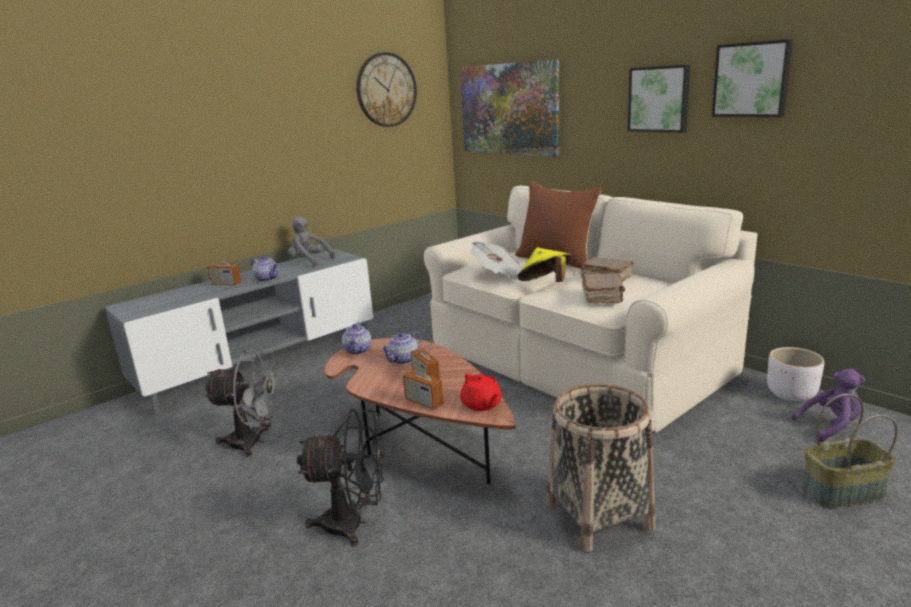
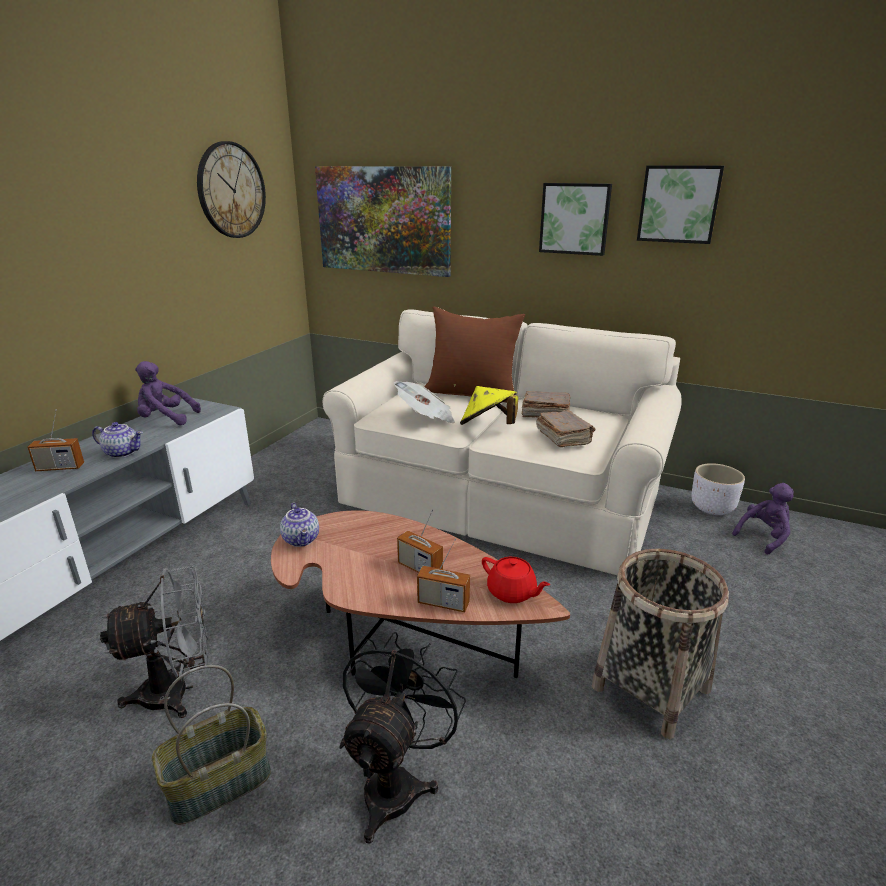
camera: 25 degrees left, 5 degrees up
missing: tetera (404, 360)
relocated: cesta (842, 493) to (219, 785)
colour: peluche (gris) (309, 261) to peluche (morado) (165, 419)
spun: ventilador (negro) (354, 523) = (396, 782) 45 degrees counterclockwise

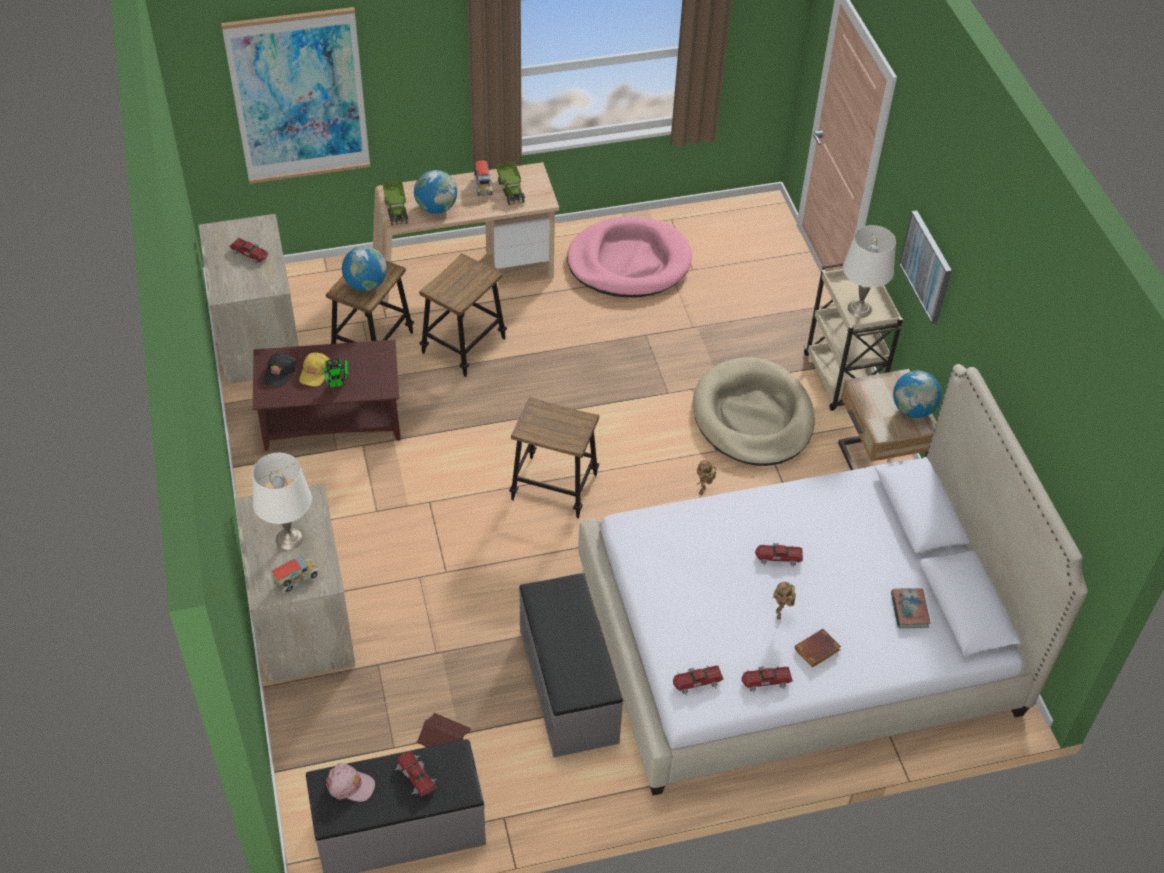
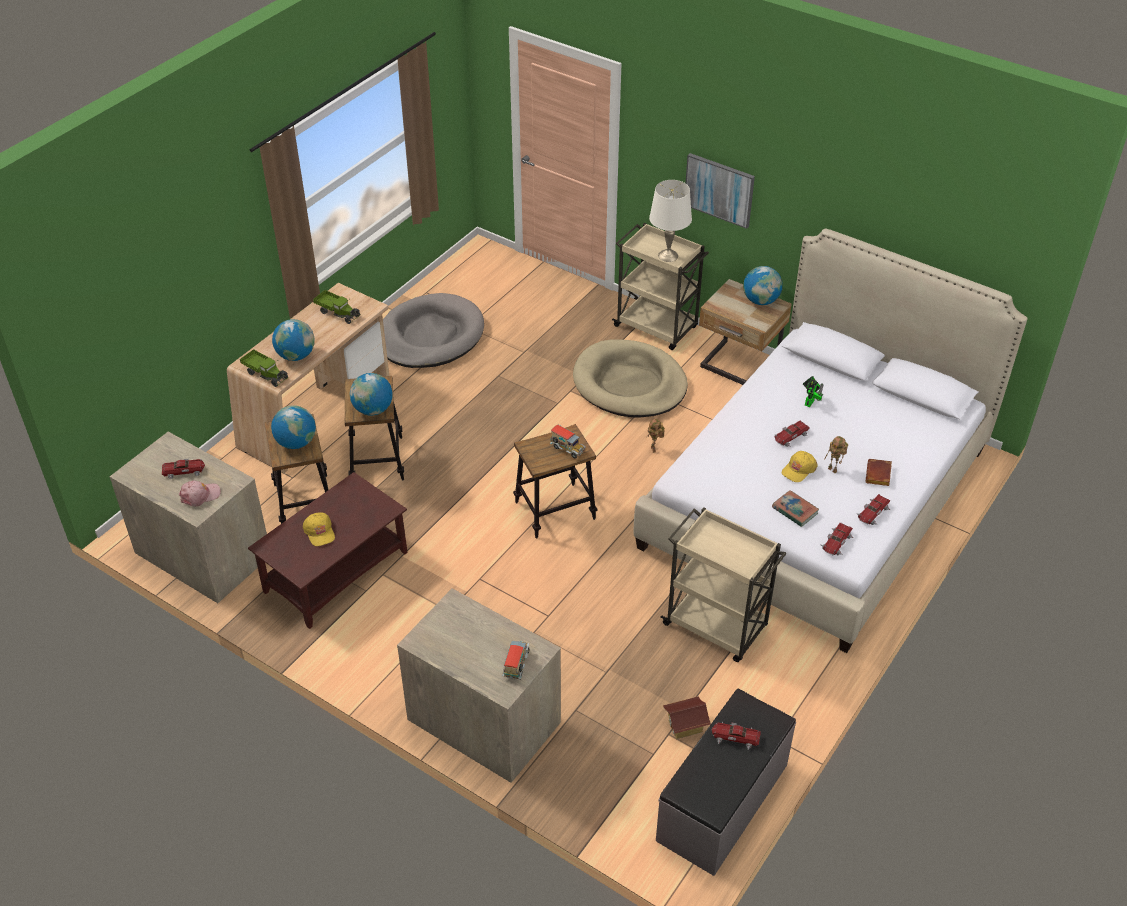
camera: 40 degrees left, 5 degrees down
missing: cuadro (299, 97); lámpara de mesa (blanco) (290, 538); gorra (negro) (279, 372)
appeared: globo terráqueo (373, 410); gorra (amarillo) (798, 469)
relocated: robot de juguete (338, 383) to (810, 401); gorra (rosa) (350, 785) to (200, 495); camión de juguete (483, 187) to (567, 449); libro (909, 610) to (794, 510)
exchanged: banco (gris) (569, 685) to carrito (beis) (717, 626)
colour: cama para perro (rosa) (629, 262) to cama para perro (gris) (430, 336)

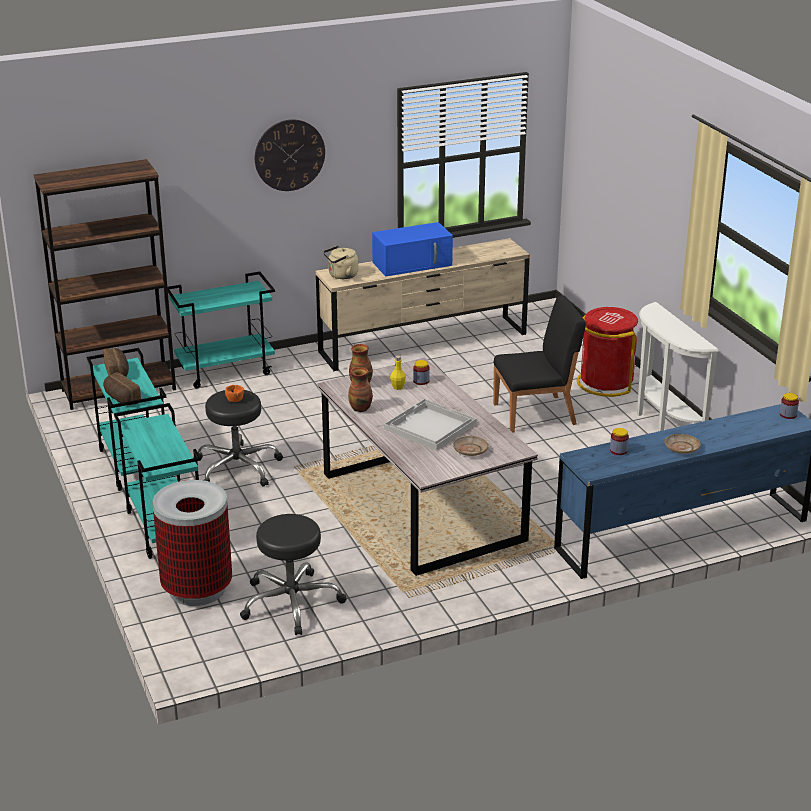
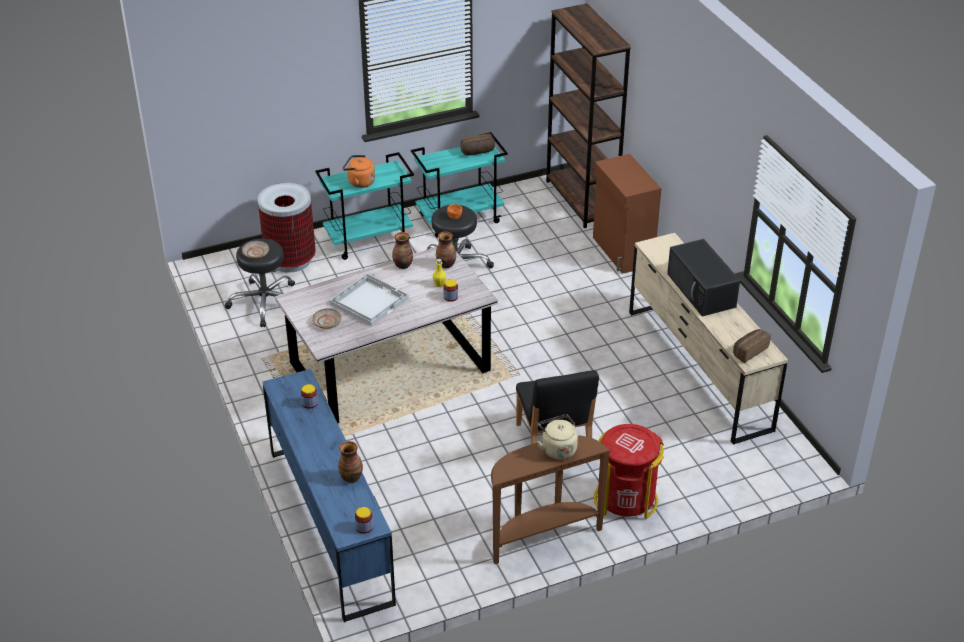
camera: 90 degrees right, 10 degrees up
missing: reloj de pared (289, 155)
appeared: florero (351, 477); hervidor (naranja) (359, 182)
relocated: pan (121, 399) to (749, 351); hervidor (beis) (341, 276) to (557, 449); plato (beis) (681, 448) to (256, 253)
exchanged: carrito (turquesa) (226, 371) to armario (marrón) (622, 252)
colour: microondas (azul) (413, 263) to microondas (negro) (702, 291); mesa consola (blanco) (662, 421) to mesa consola (marrón) (542, 536)

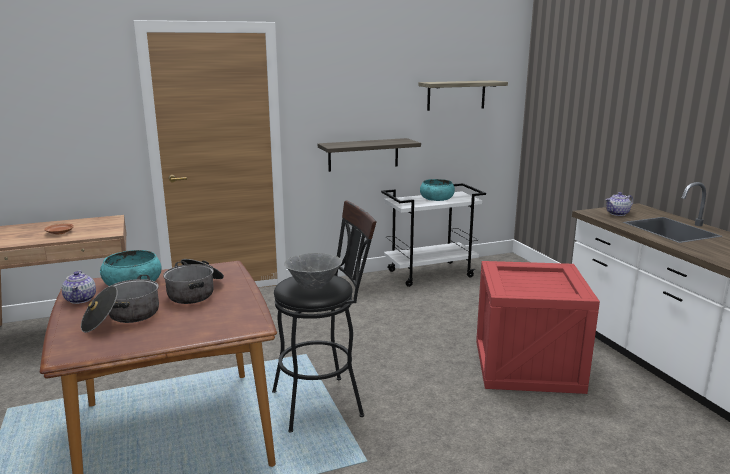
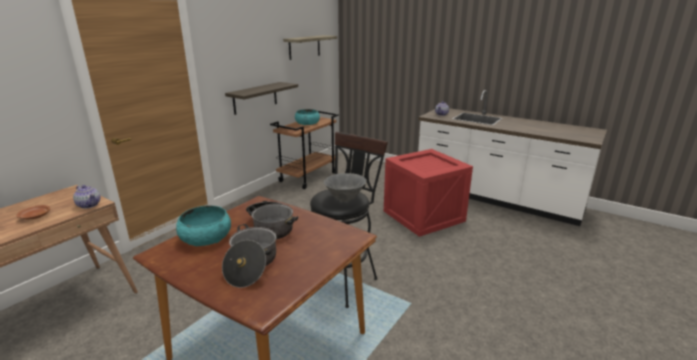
camera: 35 degrees left, 5 degrees up
relocated: tetera (81, 299) to (89, 205)
colour: carrito (blanco) (430, 273) to carrito (marrón) (308, 177)

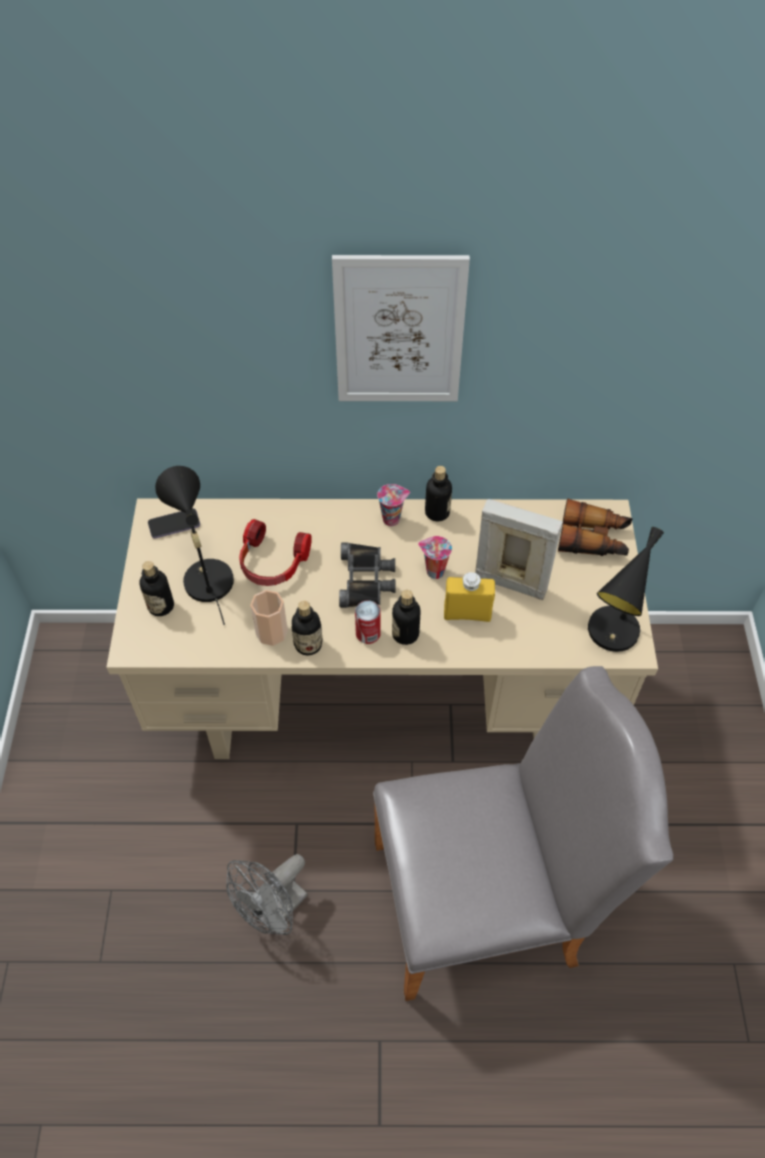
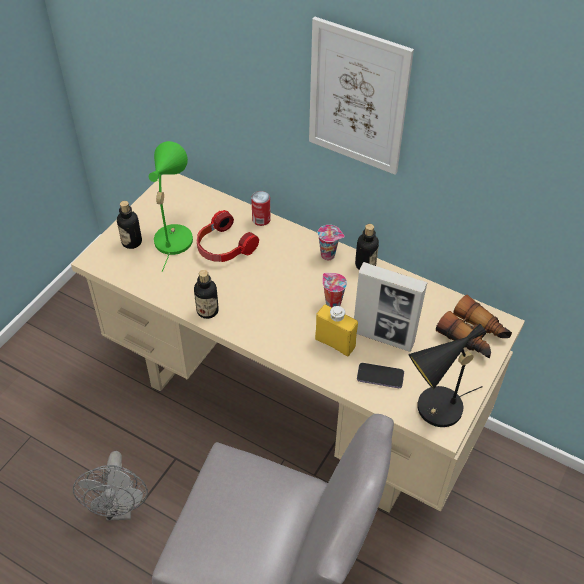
camera: 30 degrees right, 5 degrees down
missing: taza (271, 632); prismáticos (negro) (366, 579); botella (405, 634)
relocated: móvil (174, 525) to (380, 376); lata (368, 633) to (261, 219)
colour: lámpara de mesa (negro) (204, 576) to lámpara de mesa (verde) (173, 235)
spun: ventilador (gris) (274, 912) = (120, 508) 75 degrees counterclockwise; portarretratos (510, 583) = (383, 337) 150 degrees clockwise

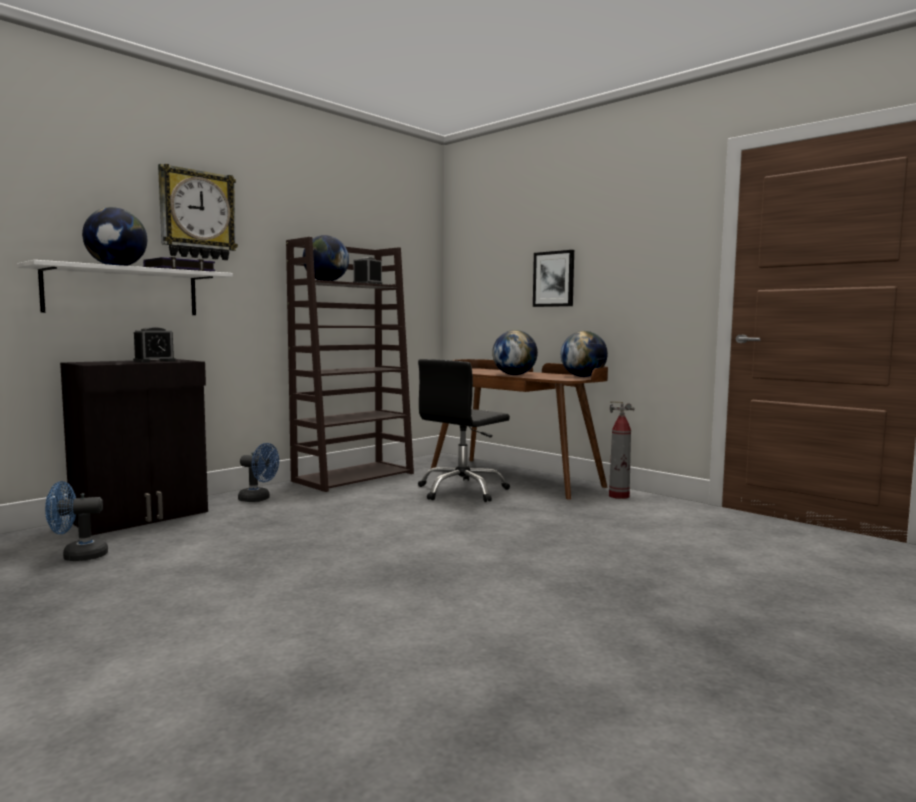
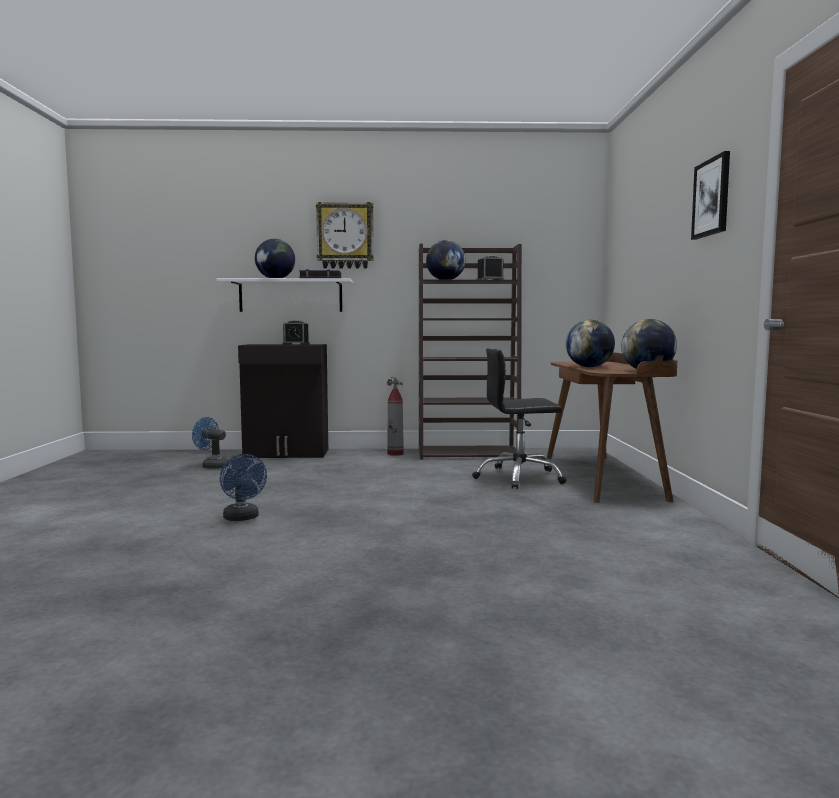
camera: 45 degrees right, 0 degrees up
relocated: ventilador (azul) (258, 499) to (242, 518); cuadro (554, 279) to (712, 197); extintor (619, 496) to (395, 454)

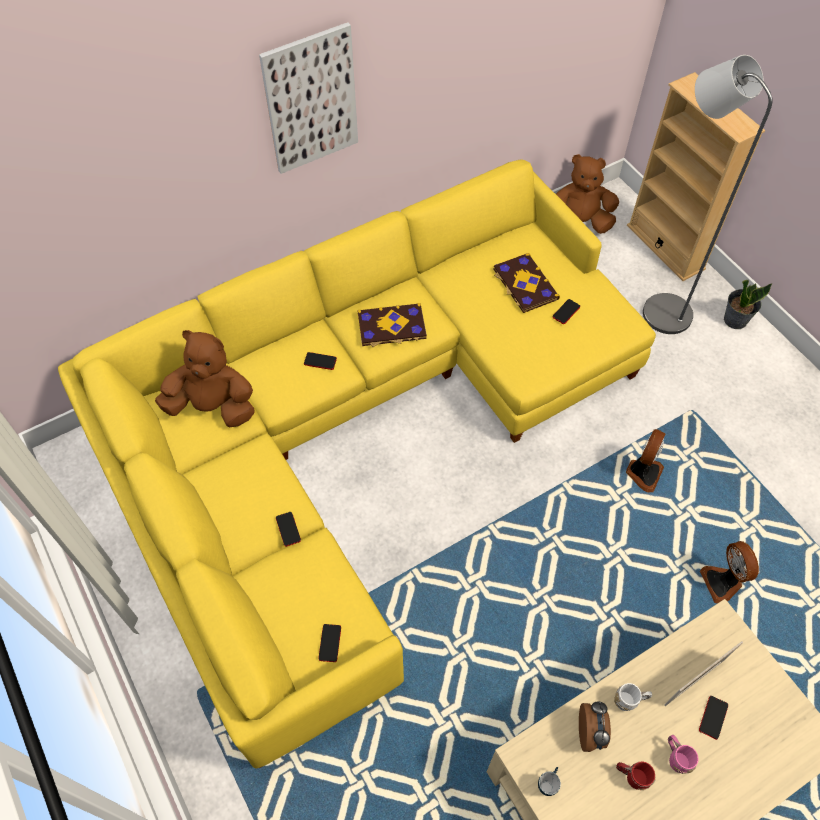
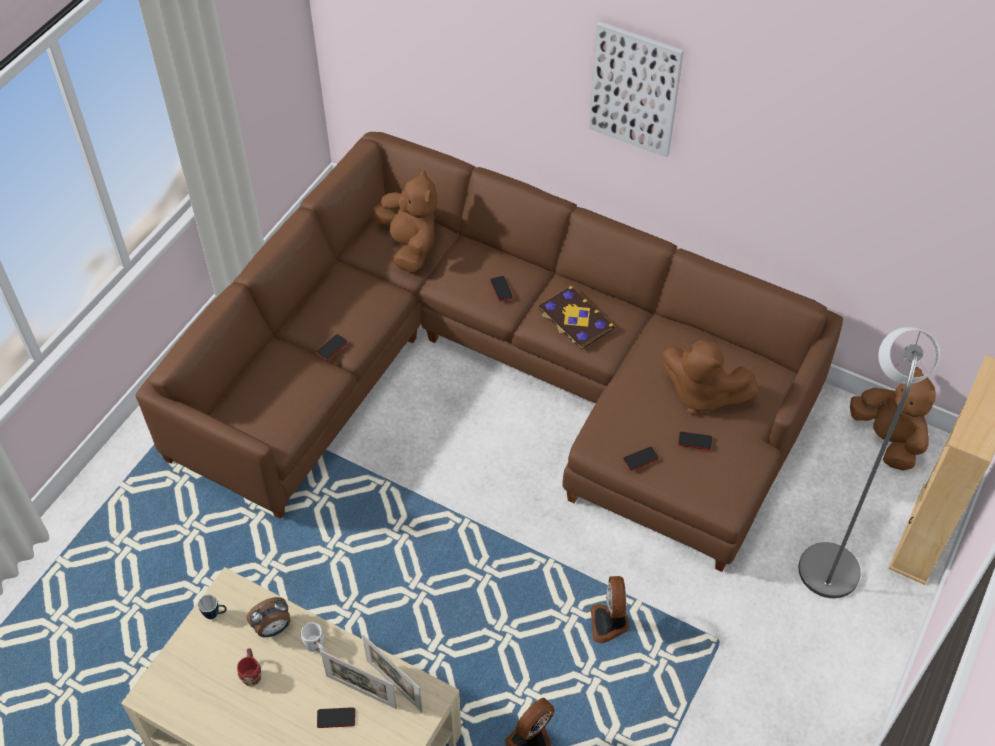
camera: 60 degrees right, 5 degrees down
missing: taza grande (rosa) (676, 757); planta en maceta (735, 320)
appeared: portarretratos (394, 685)
relocated: móvil (330, 643) to (640, 459)
exchanged: libro (524, 284) to peluche (marrón) (701, 394)
colour: sofá (amarillo) (357, 430) to sofá (marrón) (496, 376)
spun: ventilador (643, 473) = (610, 623) 90 degrees clockwise

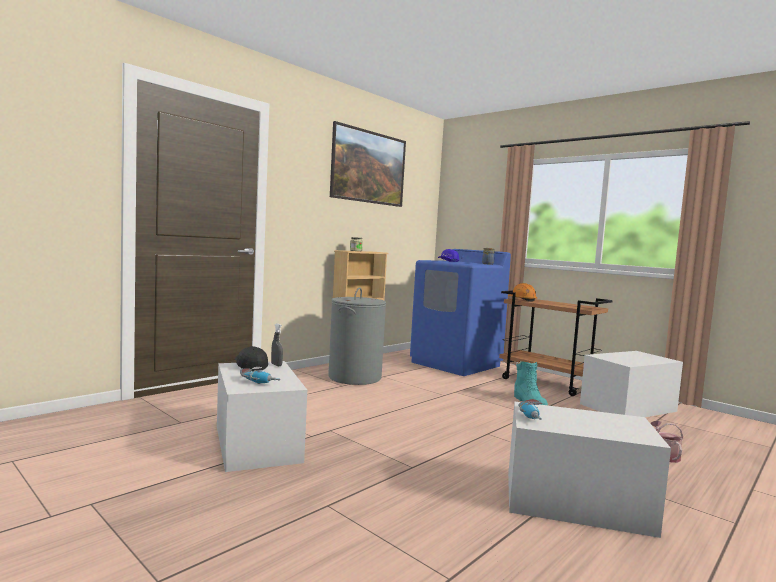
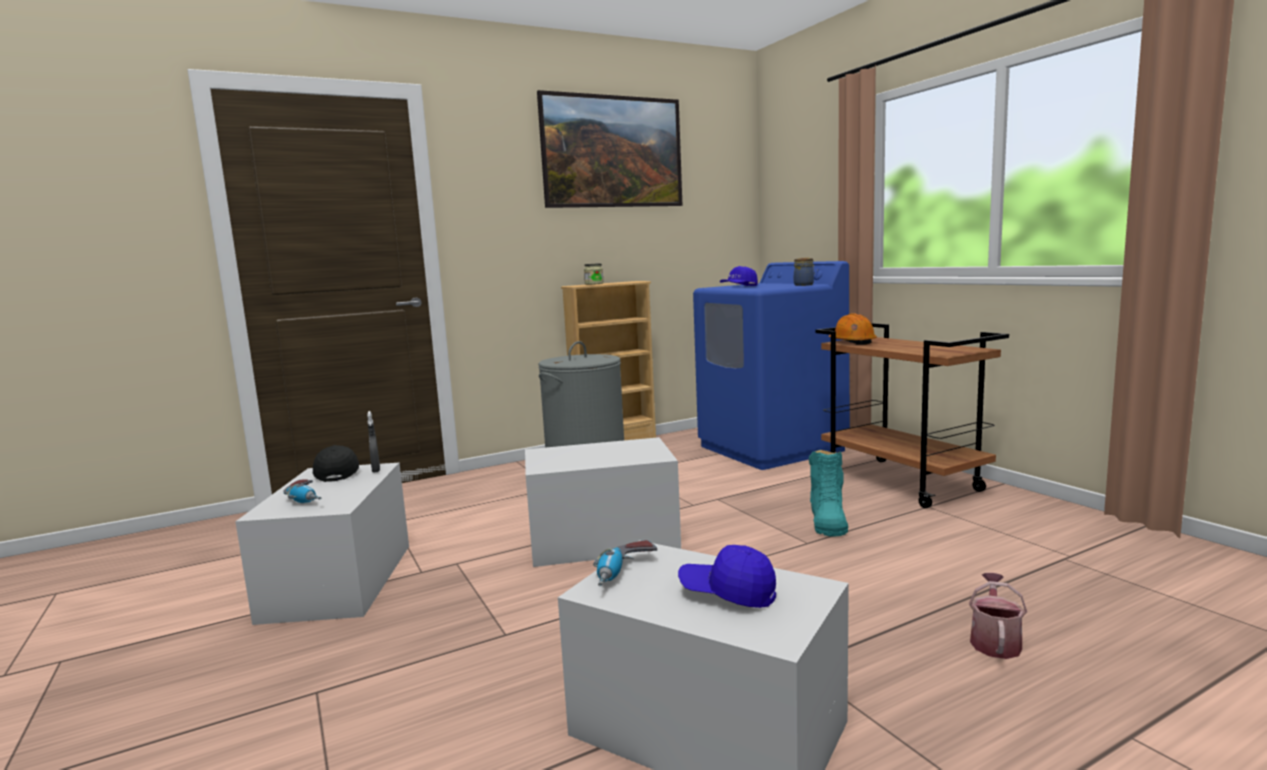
camera: 20 degrees right, 5 degrees up
appeared: gorra (azul) (728, 593)
relocated: caja de almacenaje (blanco) (628, 407) to (602, 540)

